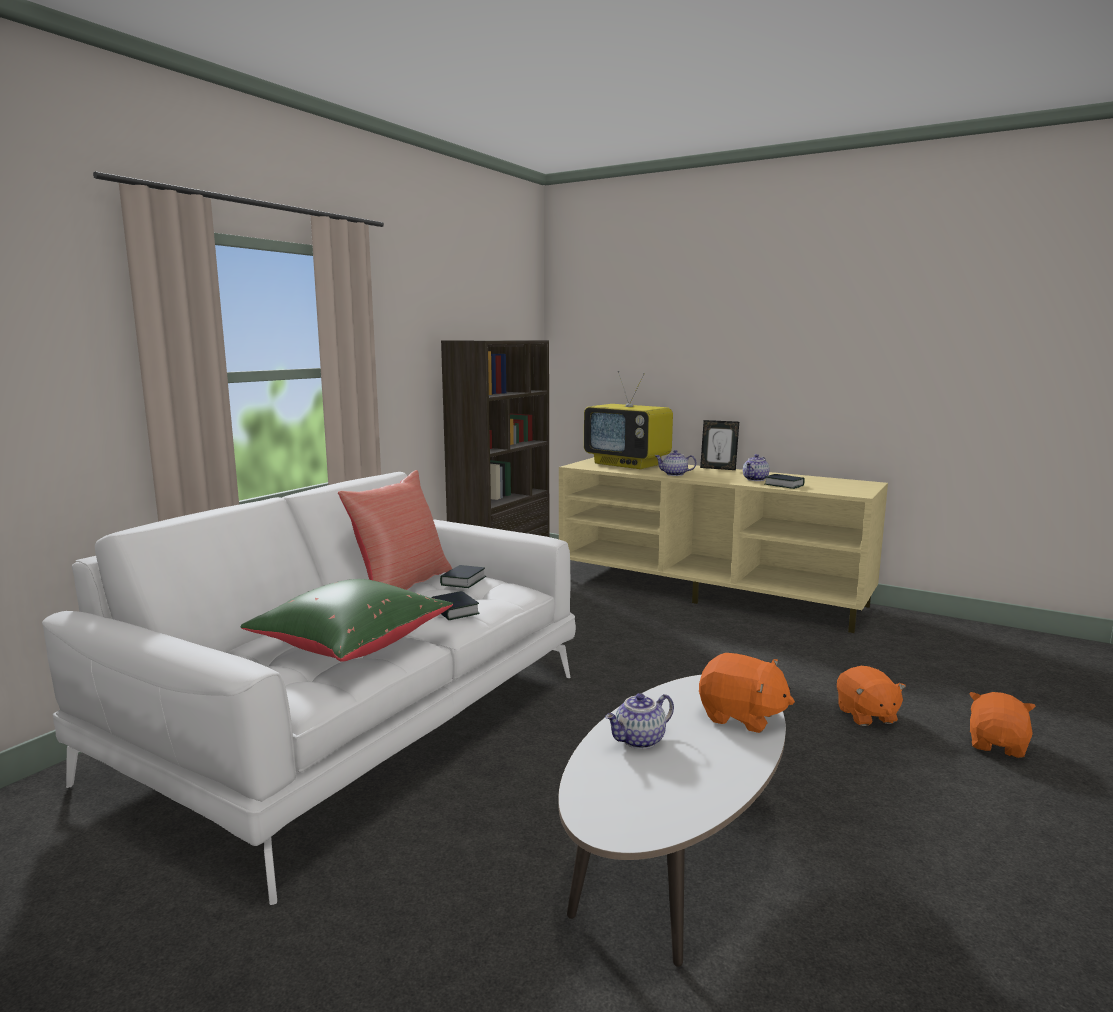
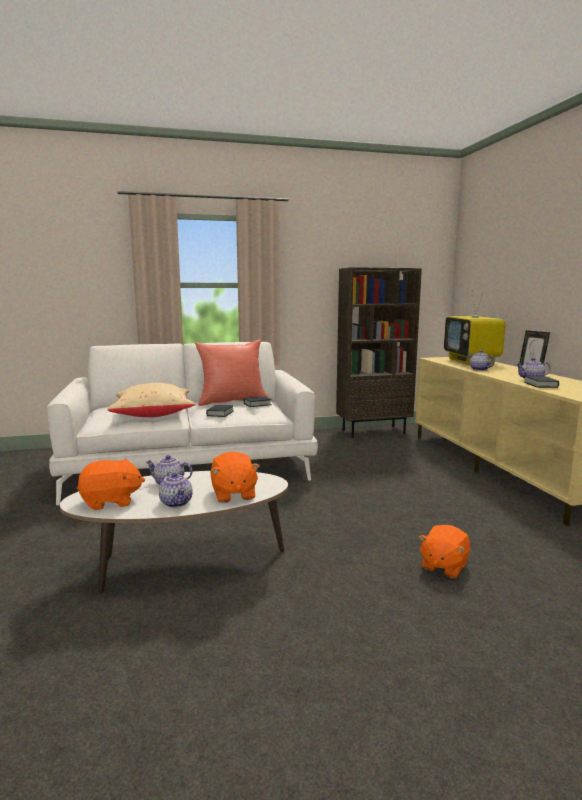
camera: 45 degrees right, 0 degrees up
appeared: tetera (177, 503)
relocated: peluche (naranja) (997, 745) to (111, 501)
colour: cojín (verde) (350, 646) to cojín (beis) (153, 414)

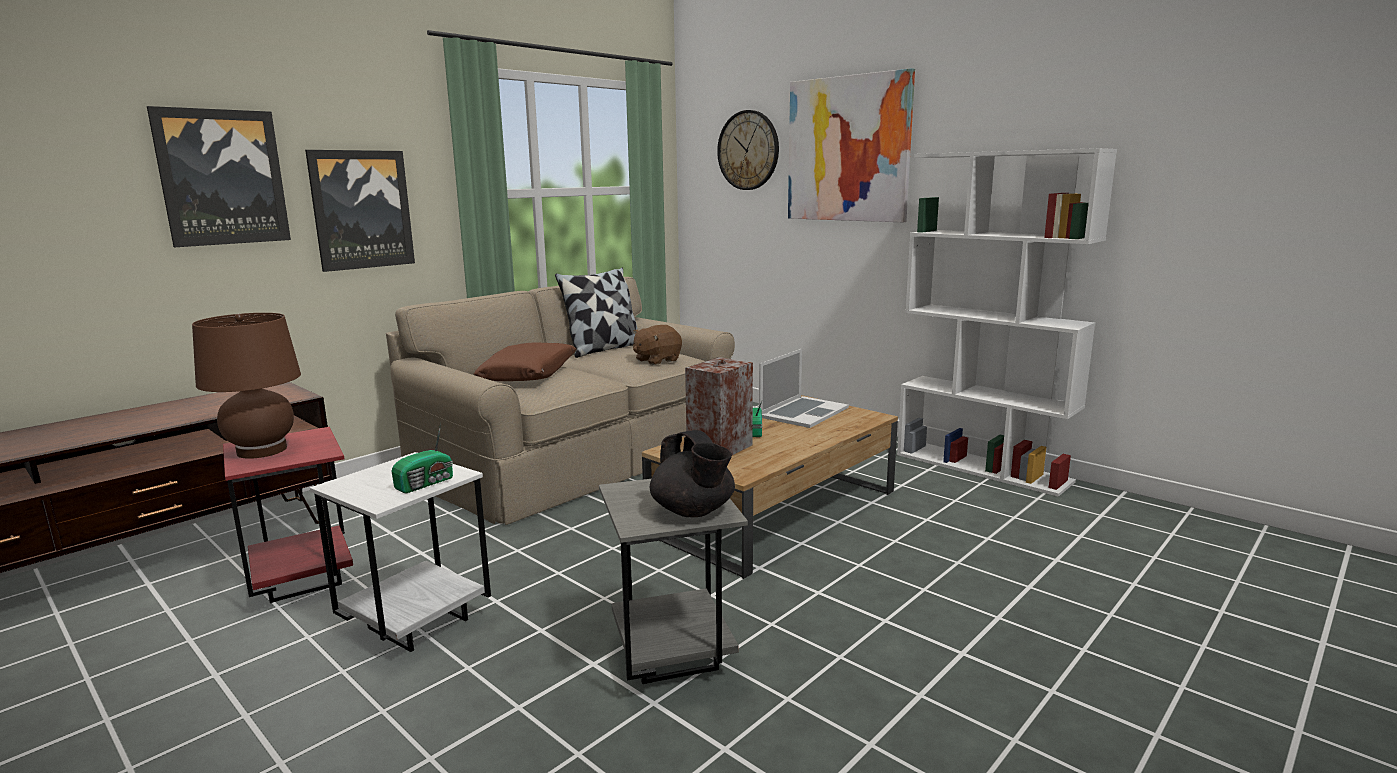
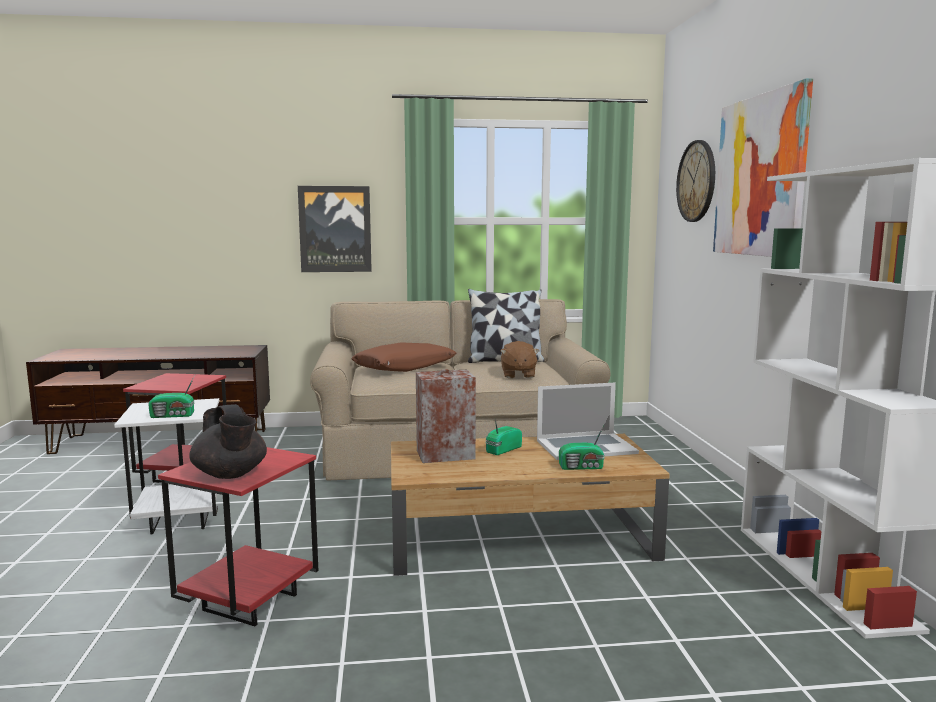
camera: 40 degrees right, 5 degrees down
missing: cuadro (222, 177); lámpara de mesa (marrón) (262, 450)
appeared: radio (582, 467)
colour: mesa auxiliar (gris) (670, 657) to mesa auxiliar (rojo) (248, 603)
spun: peluche (marrón) (656, 360) = (518, 375) 90 degrees counterclockwise; tetera (negro) (693, 512) = (230, 475) 45 degrees counterclockwise

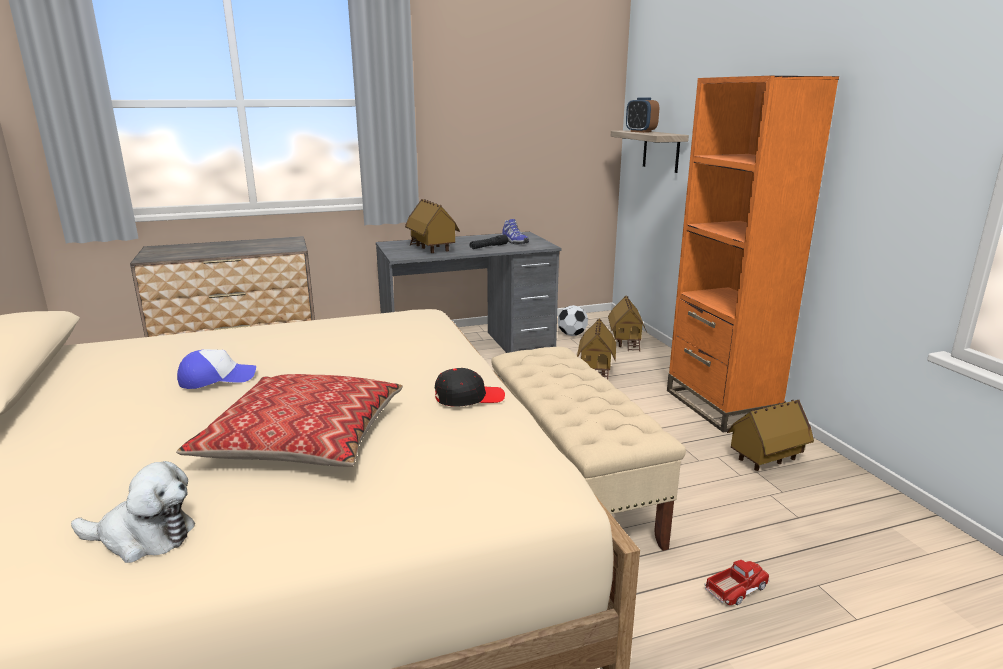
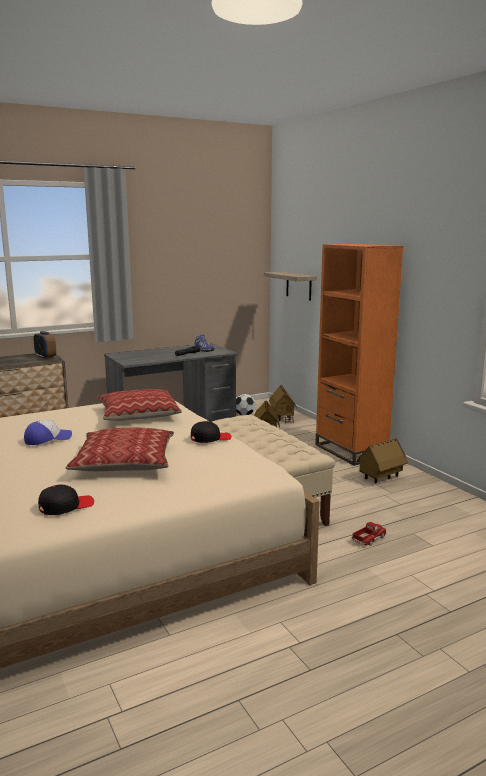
camera: 10 degrees left, 5 degrees down
missing: casita (432, 249)
appeared: cojín (138, 415)
relocated: despertador (640, 132) to (45, 357)
exchanged: peluche (143, 537) to gorra (negro) (66, 506)

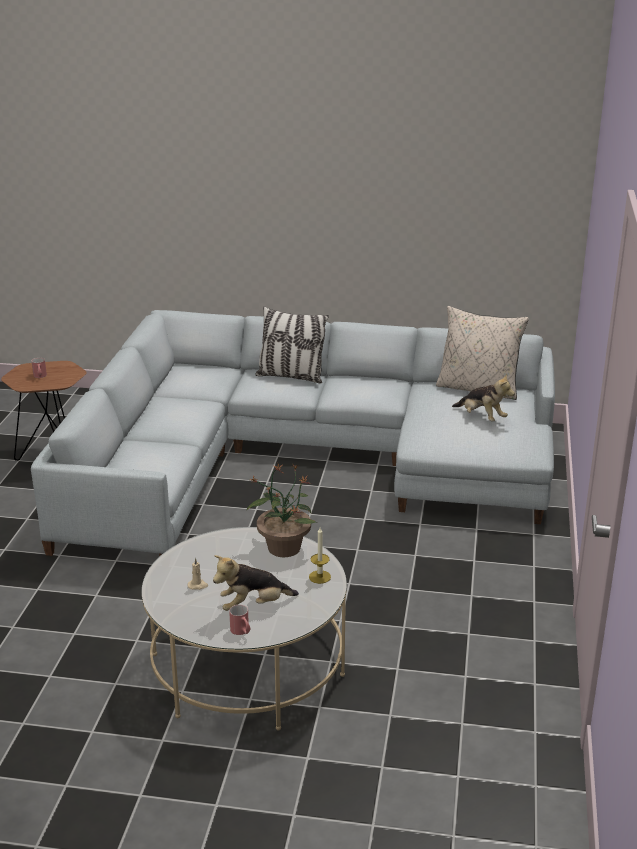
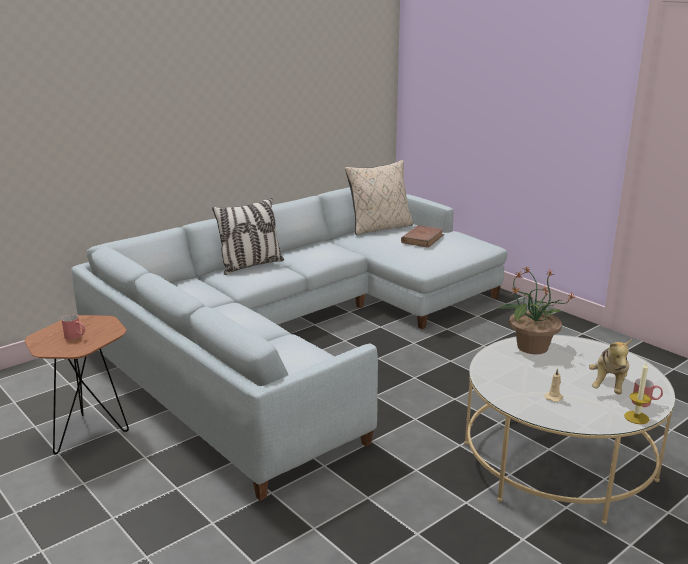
camera: 50 degrees left, 5 degrees down
relocated: vela (319, 577) to (636, 417)
exchanged: peluche (481, 417) to libro (marrón) (422, 239)

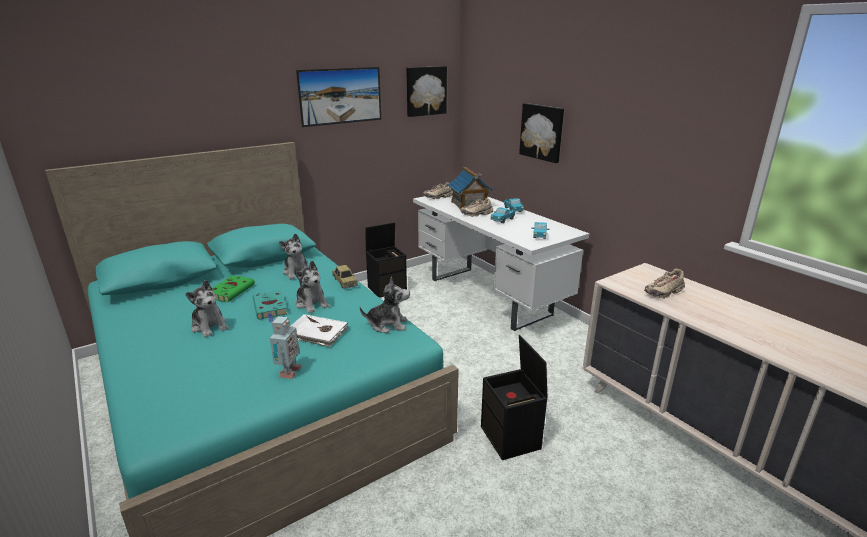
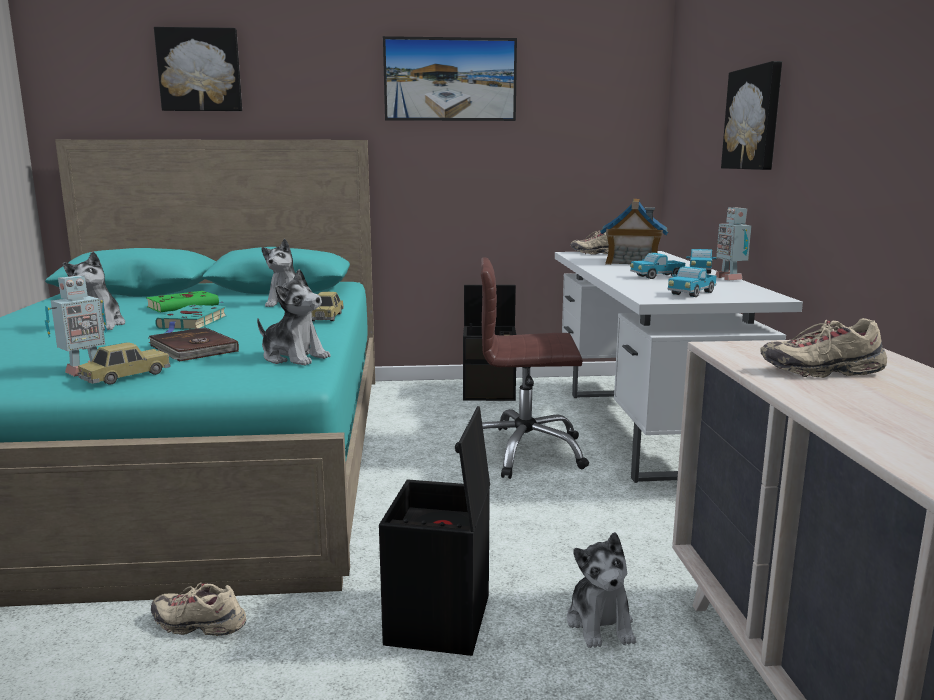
camera: 30 degrees right, 10 degrees down
appeared: coche de juguete (126, 376); silla de oficina (marrón) (524, 452); robot de juguete (730, 278)
relocated: peluche (312, 304) to (600, 623); cuadro (425, 91) to (200, 70); zapato (beis) (477, 214) to (198, 625)
colour: libro (blanco) (316, 333) to libro (marrón) (192, 349)

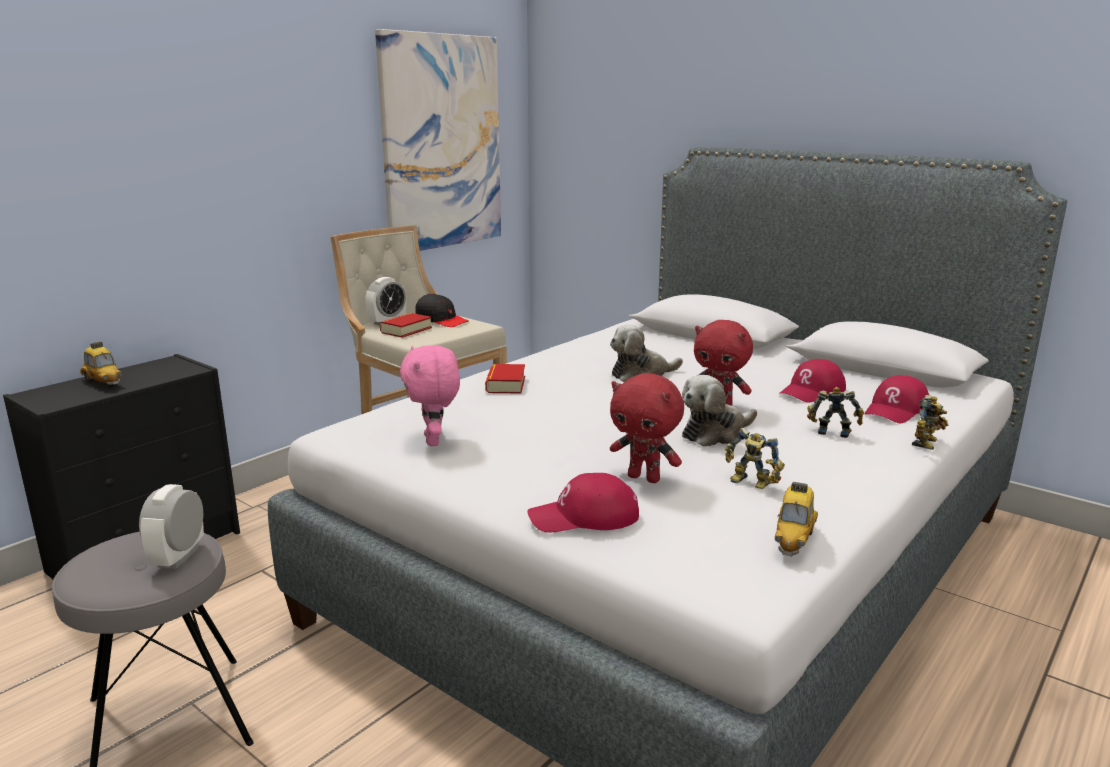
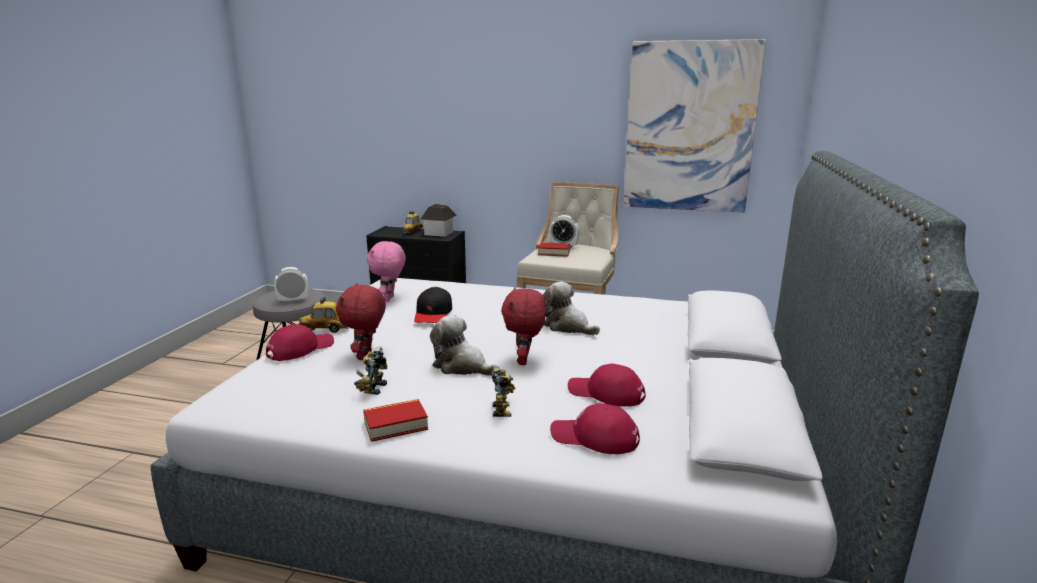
camera: 65 degrees right, 0 degrees up
missing: robot de juguete (927, 443)
appeared: casita (439, 233)
relocated: gorra (negro) (441, 320) to (433, 314); libro (505, 384) to (396, 425); coche de juguete (793, 540) to (325, 329)
spun: peluche (rosa) (434, 441) = (389, 299) 45 degrees counterclockwise; gorra (rojo) (584, 517) = (300, 349) 75 degrees clockwise

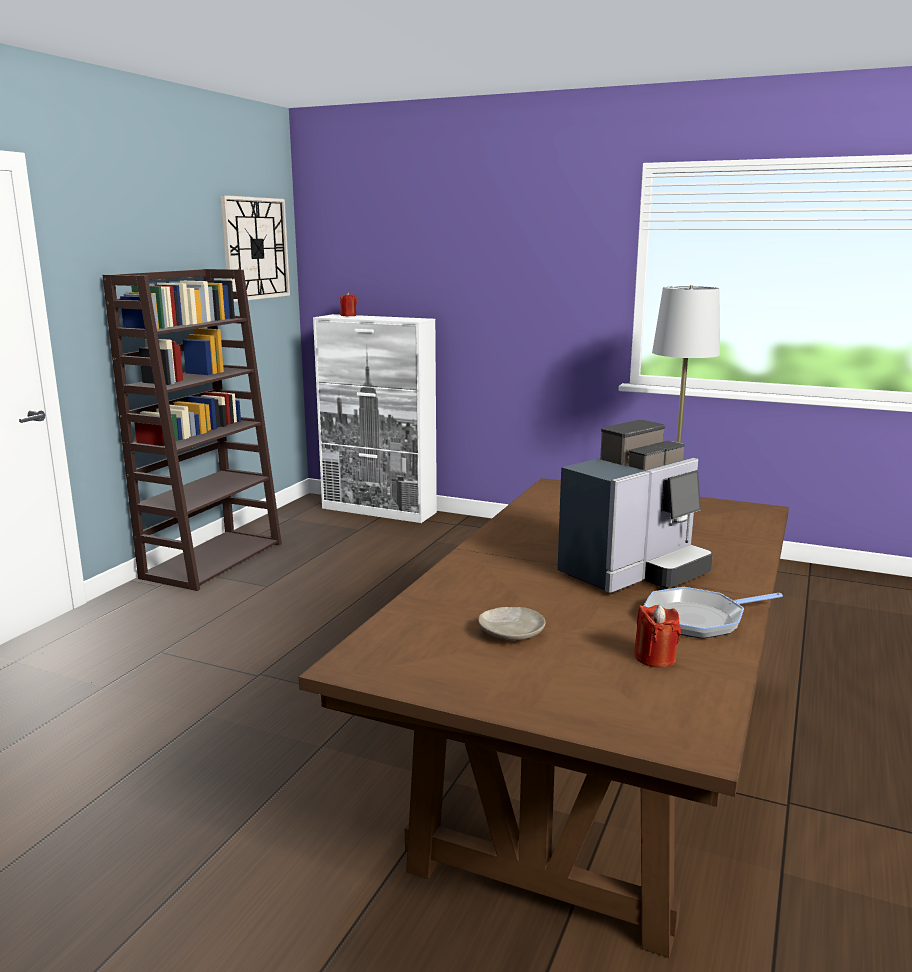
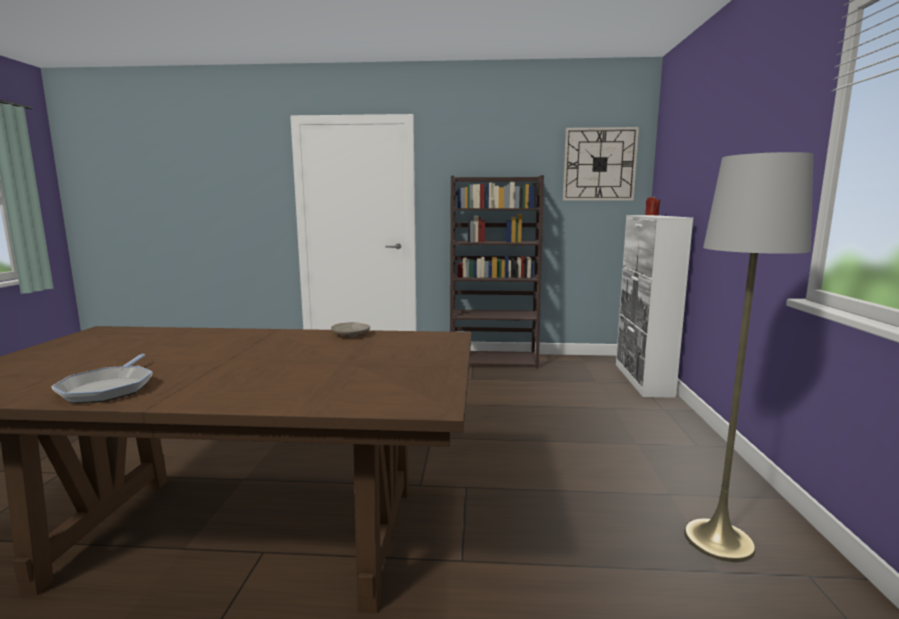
camera: 70 degrees right, 5 degrees down
missing: cafetera (634, 572); vela (rojo) (655, 658)
relocated: plato (beis) (511, 633) to (351, 335)
spun: sartén (699, 619) = (109, 388) 150 degrees counterclockwise

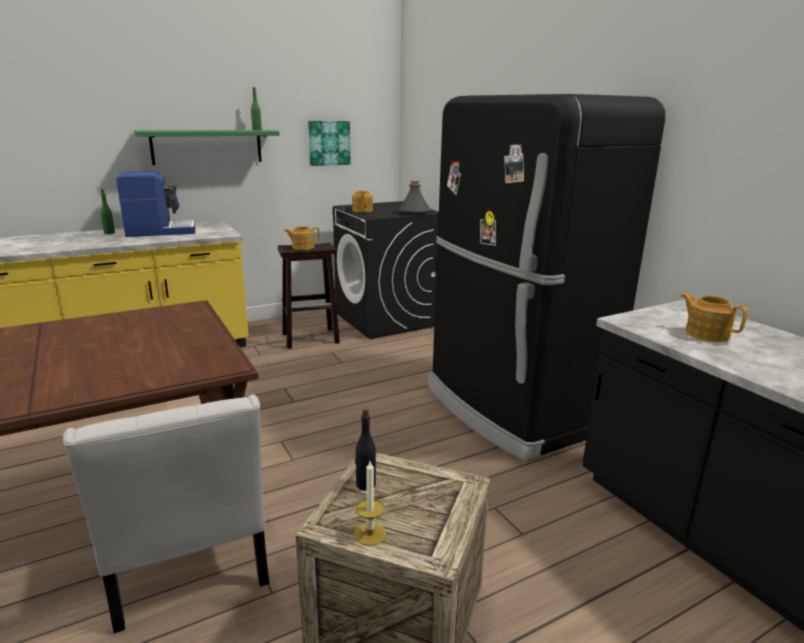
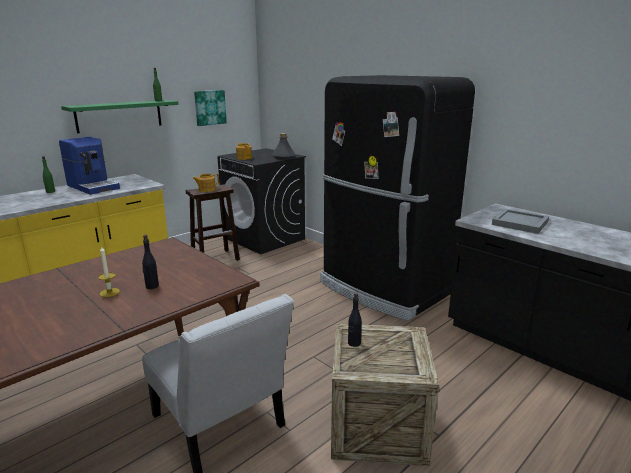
camera: 15 degrees left, 0 degrees up
appeared: botella (negro) (152, 286)
relocated: vela (370, 534) to (109, 292)
exchanged: tetera (706, 334) to bandeja (gris) (521, 223)
spun: cafetera (160, 231) = (93, 187) 75 degrees clockwise

